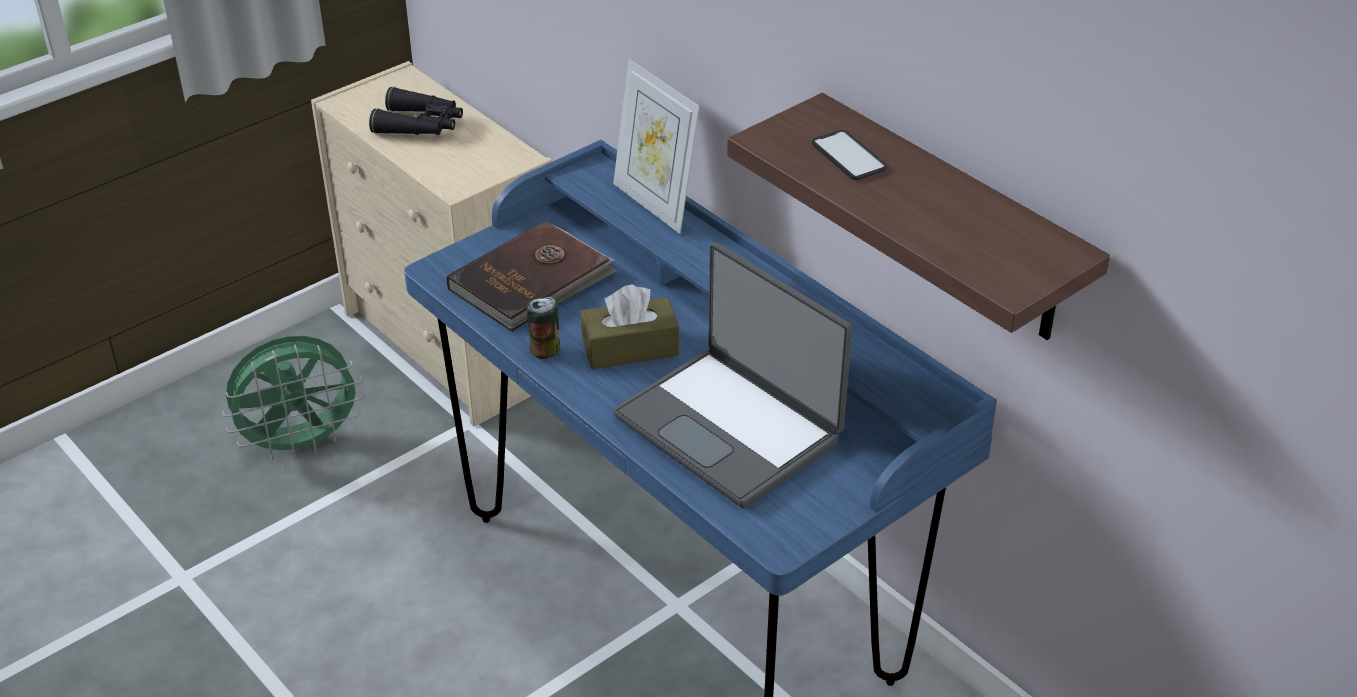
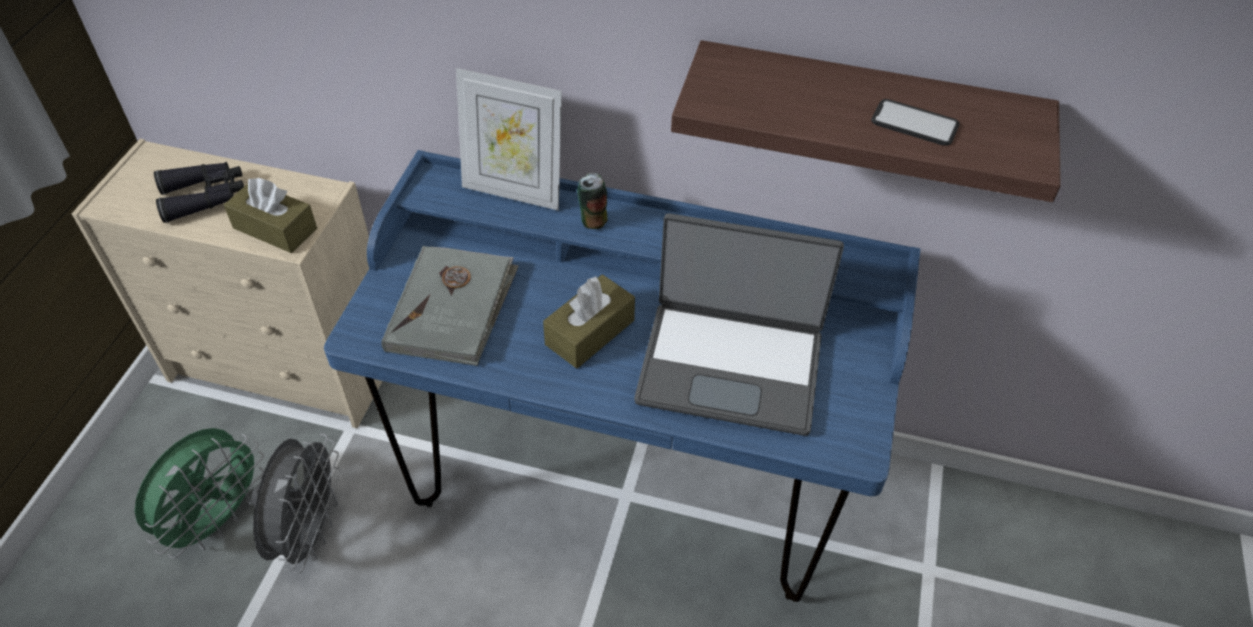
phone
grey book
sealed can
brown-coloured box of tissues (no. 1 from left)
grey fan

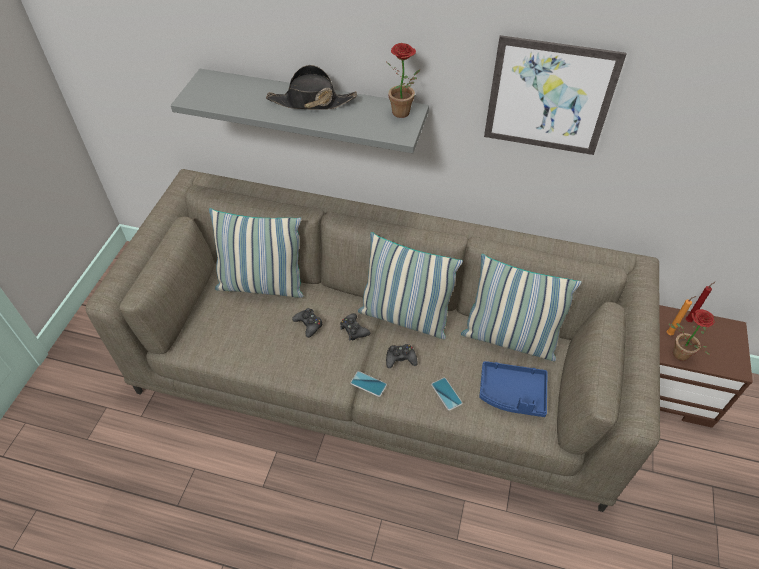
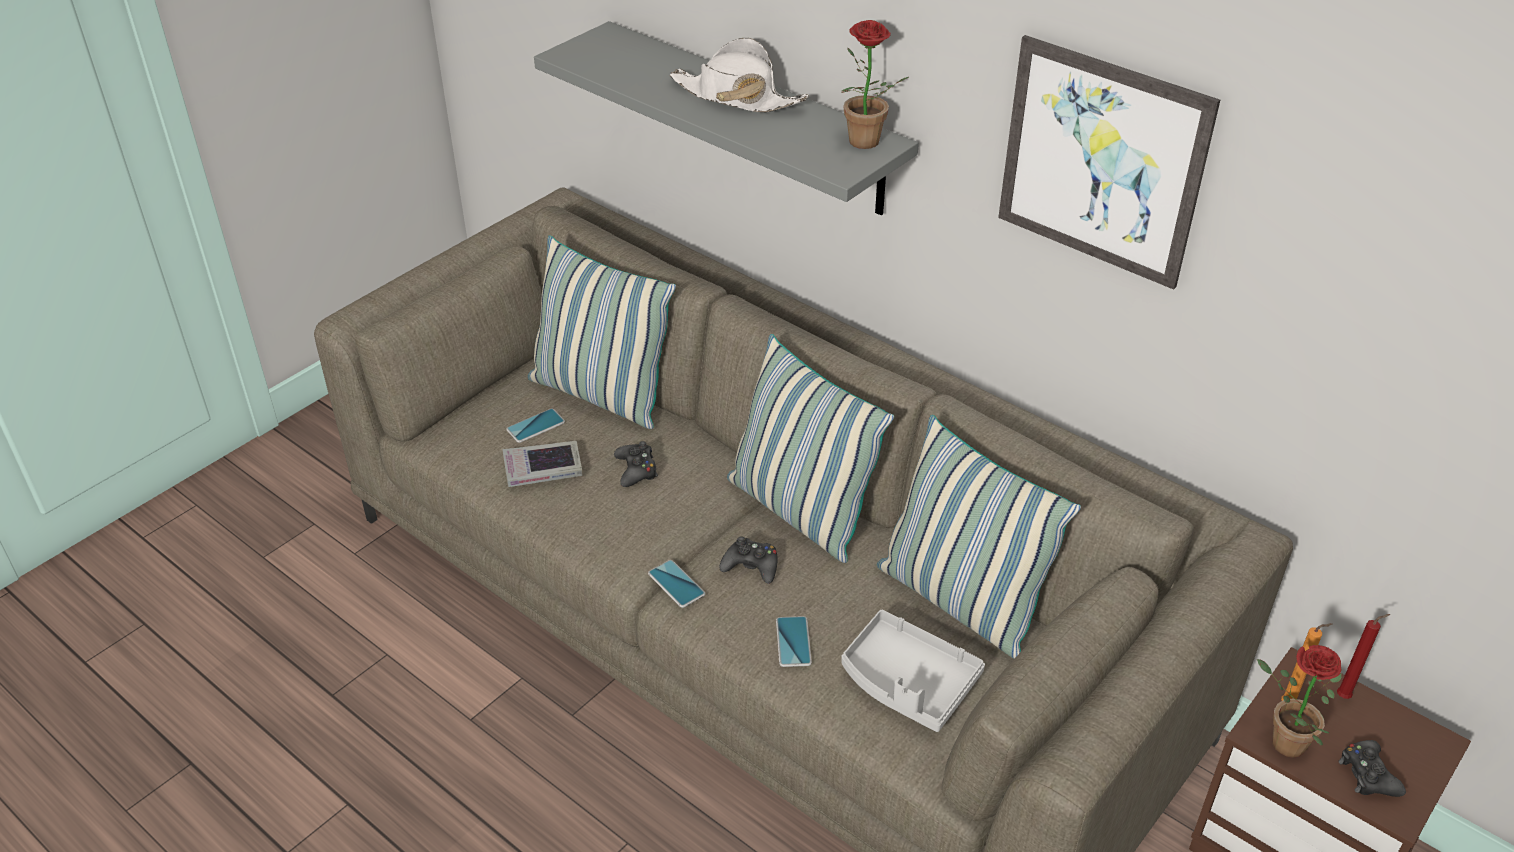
white clothing hat
black-coloured gamepad (no. 3 from left)
grey carrying tray
phone (no. 1 from left)
book

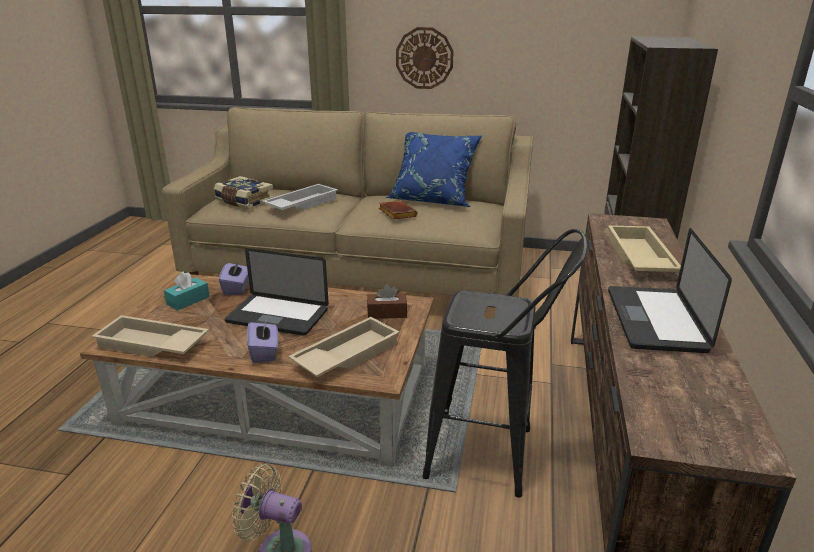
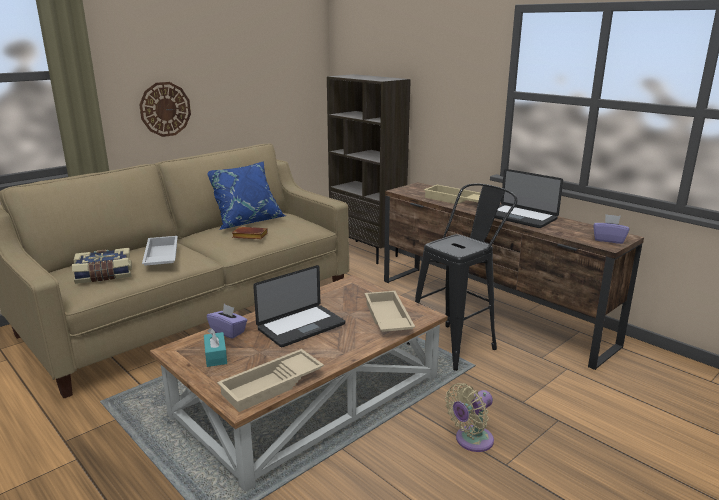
brown-coloured box of tissues
purplish box of tissues (no. 2 from left)

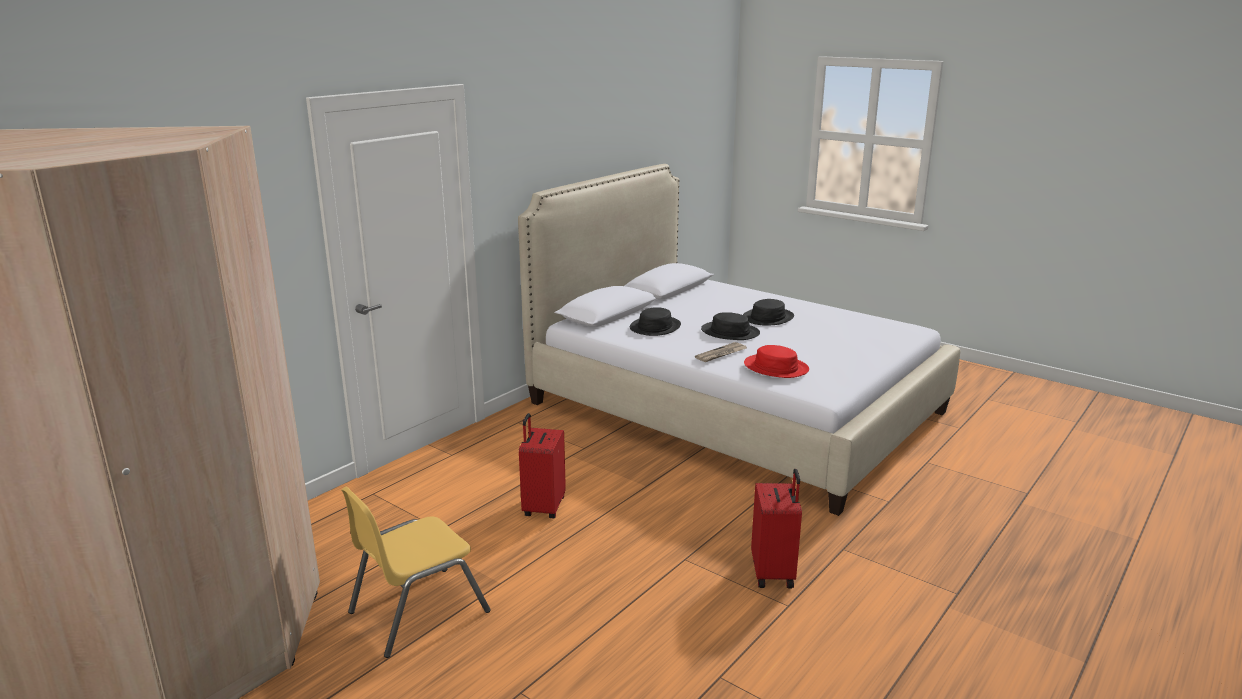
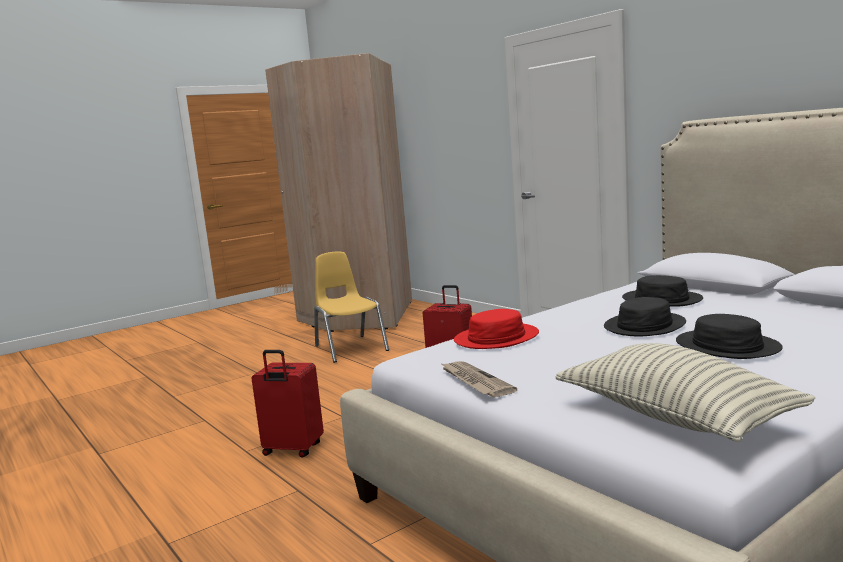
newspaper
pillow

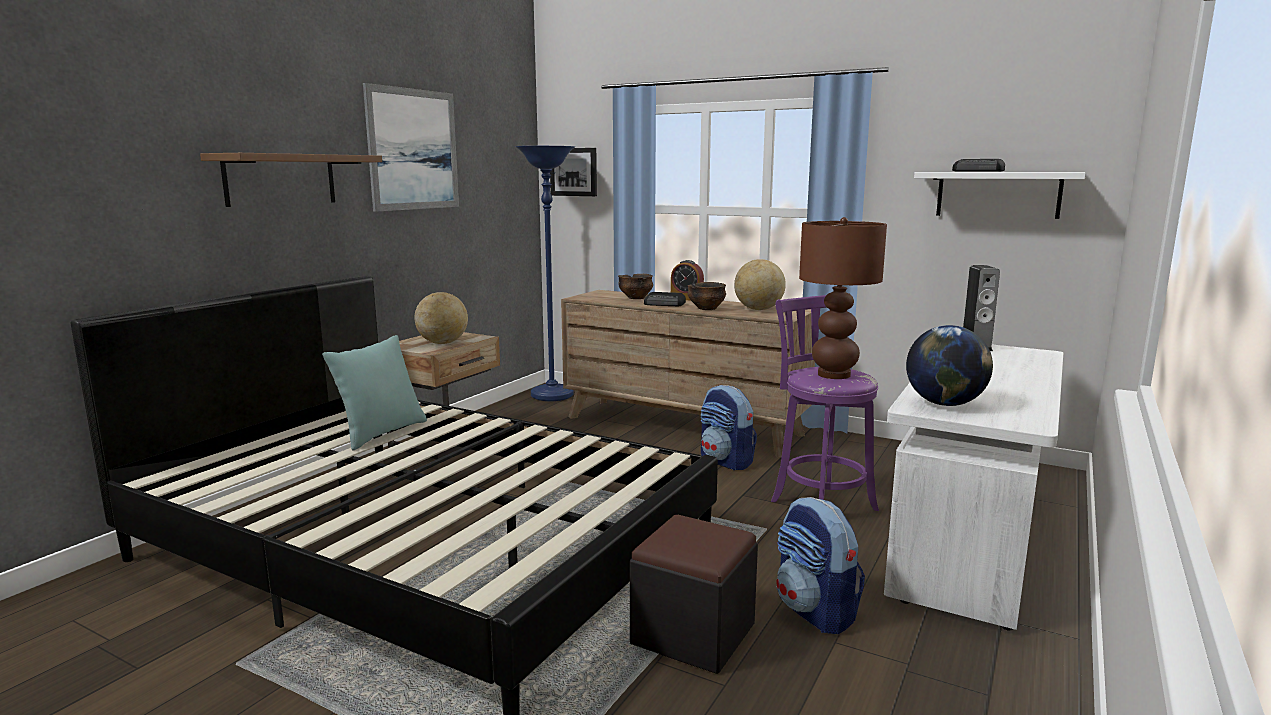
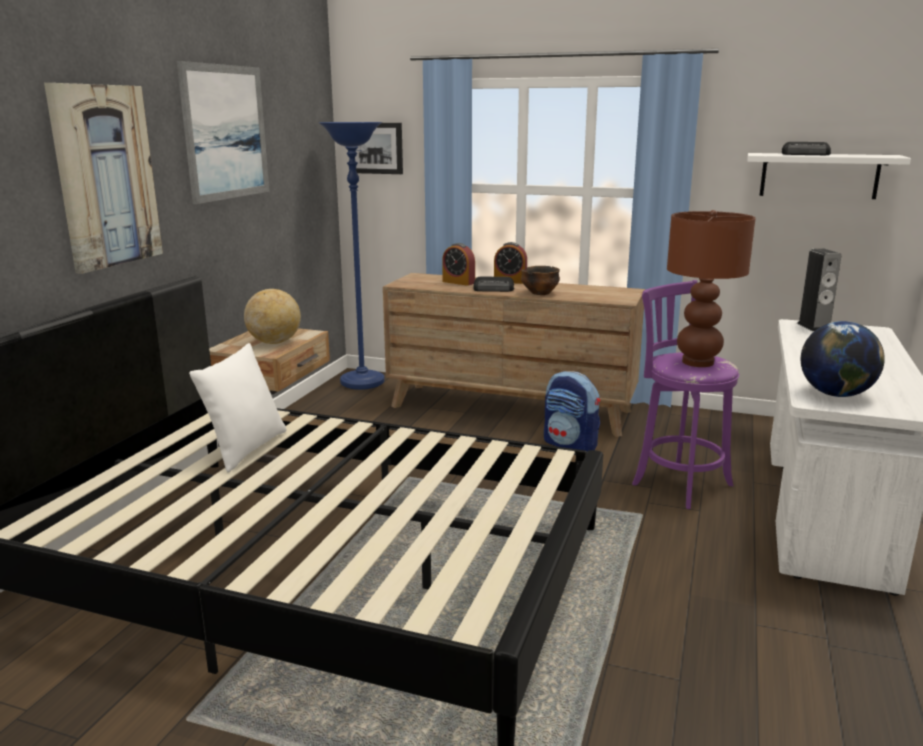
wall art (no. 1 from left)
globe (no. 2 from left in the first image)
bedside clock (no. 1 from left)
white pillow
rucksack (no. 2 from left in the first image)
black-coloured pouffe

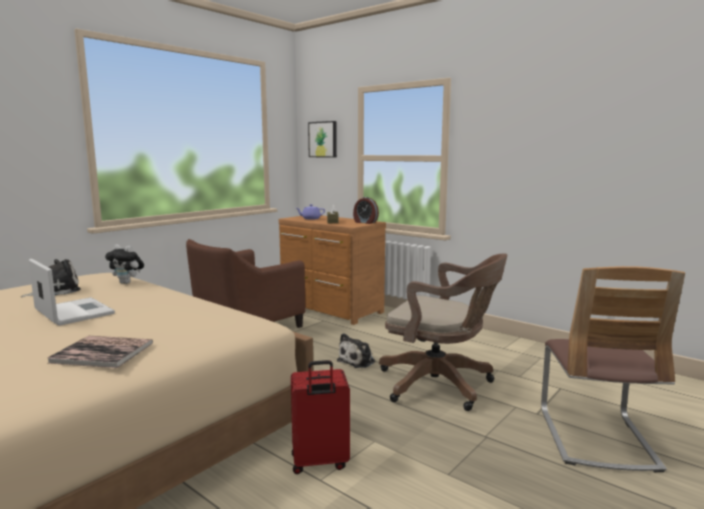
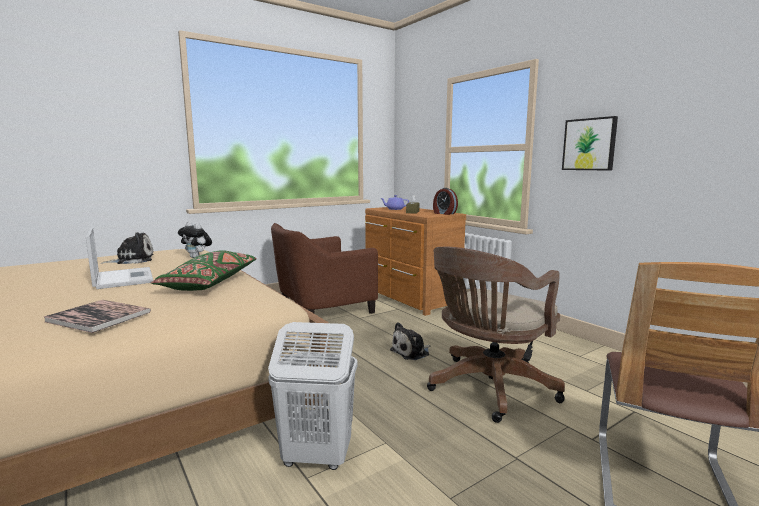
wall art
brown-coloured desk chair
white laundry basket
green-coloured pillow

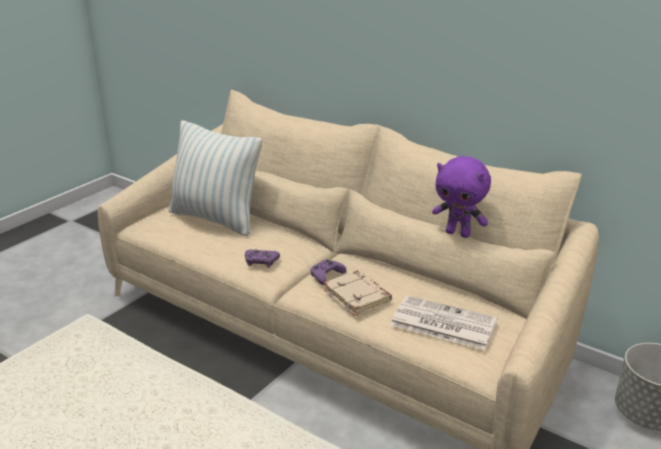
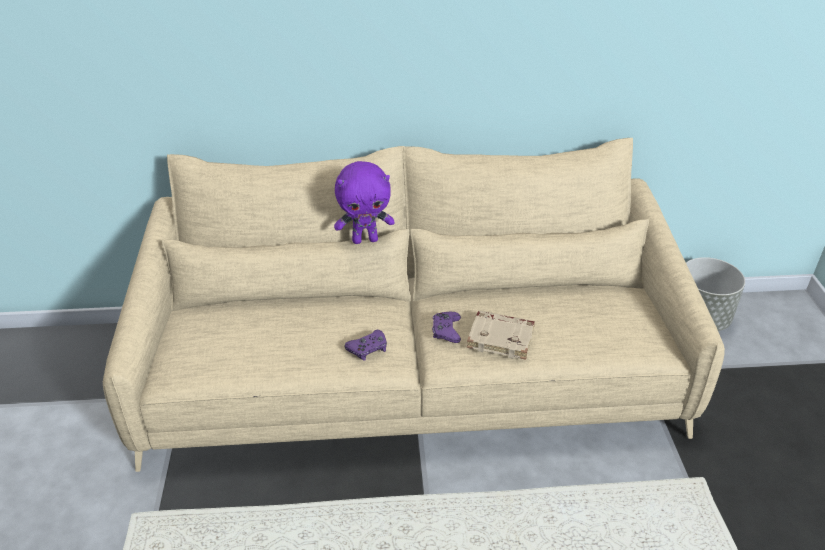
pillow
purplish cuddly toy
newspaper

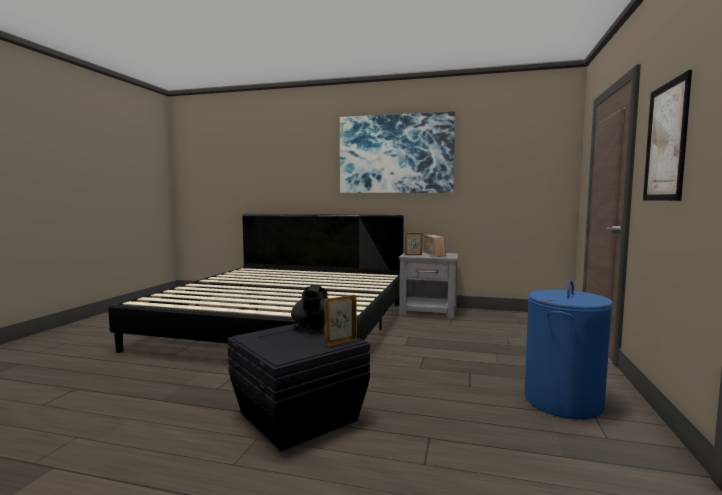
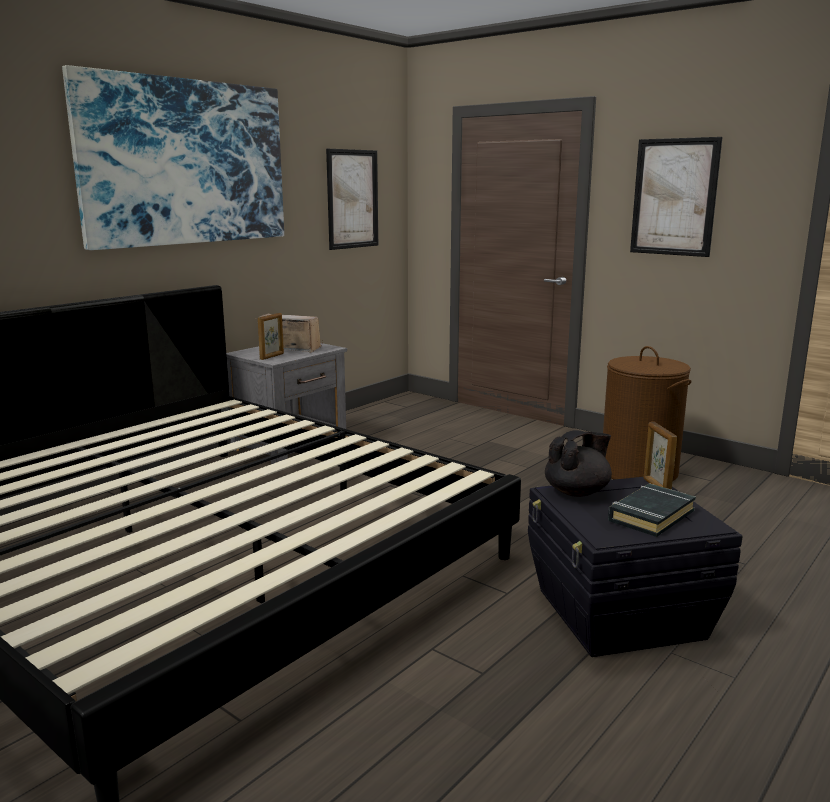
brown-coloured laundry basket
black-coloured tea pot
wall art (no. 2 from left)
black-coloured book

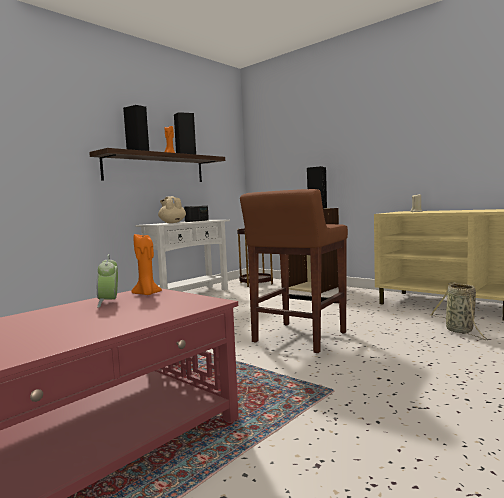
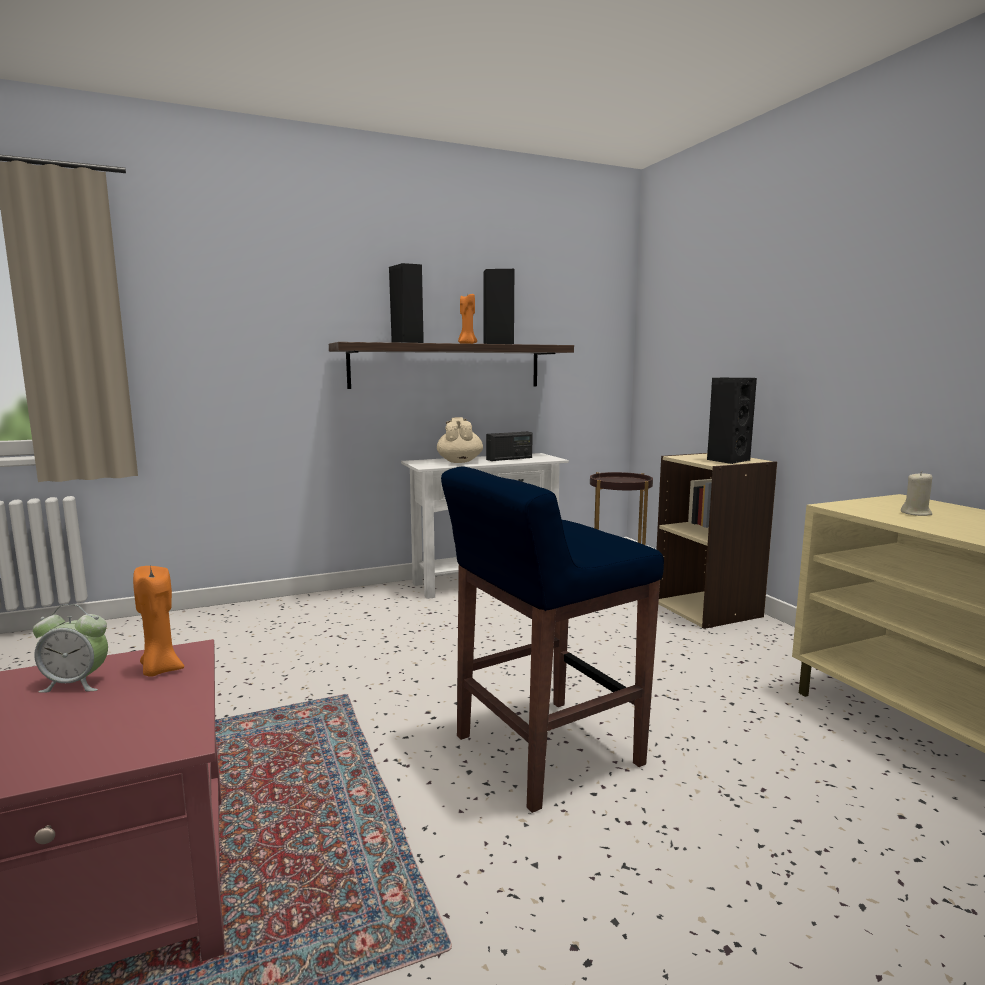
blue stool seat
bedside clock
household basket

